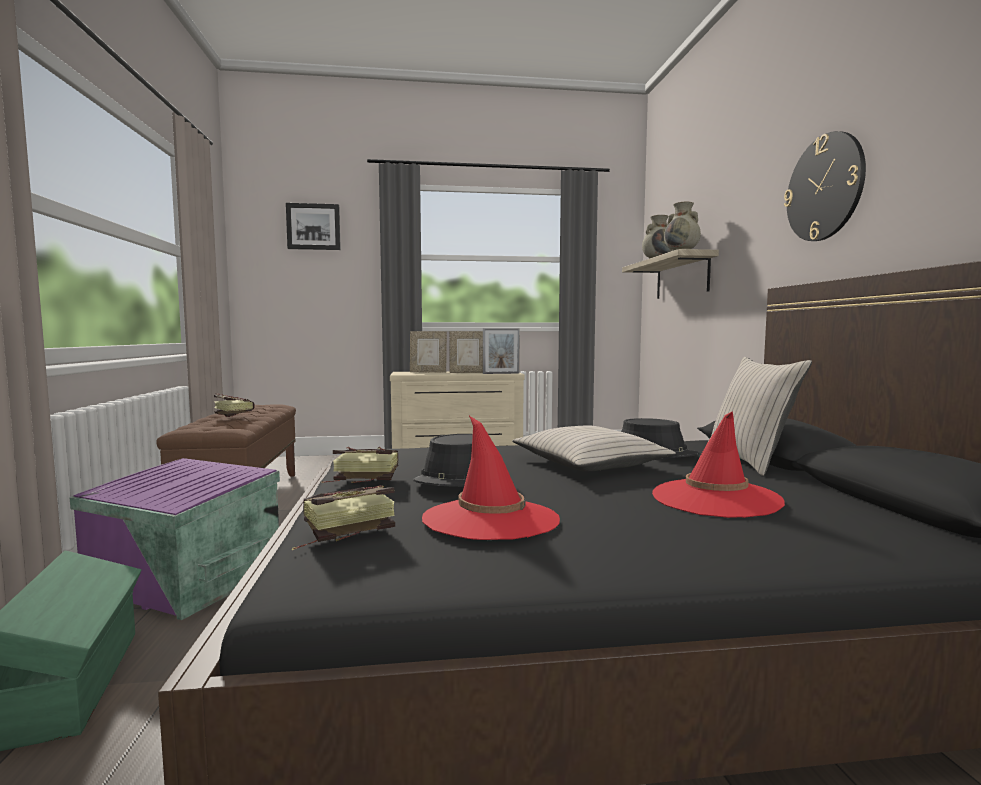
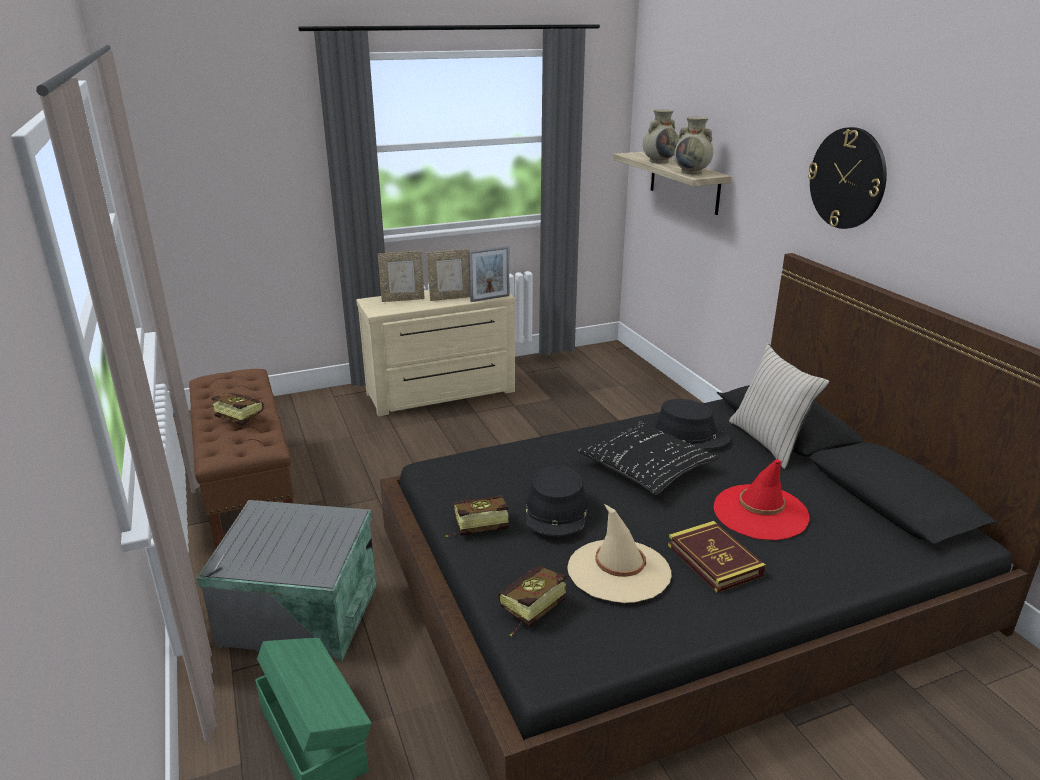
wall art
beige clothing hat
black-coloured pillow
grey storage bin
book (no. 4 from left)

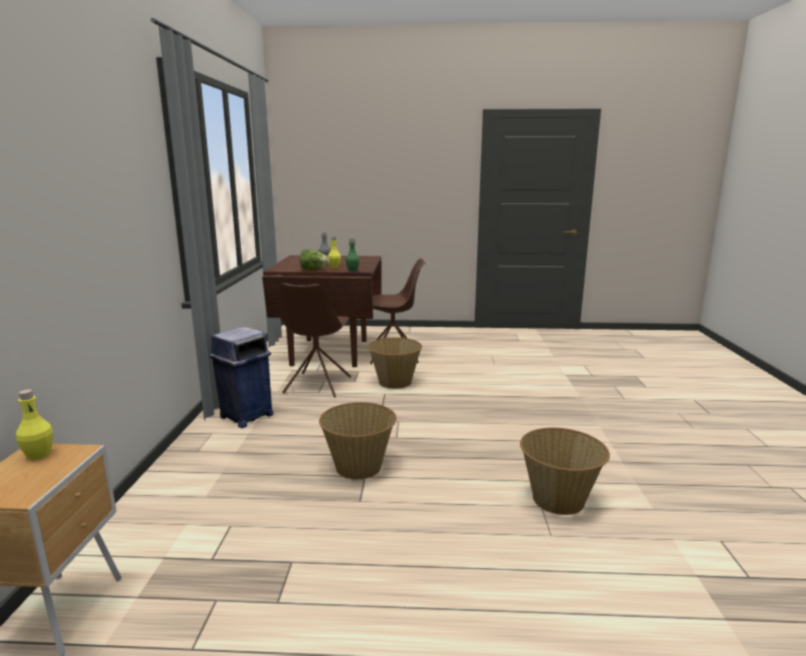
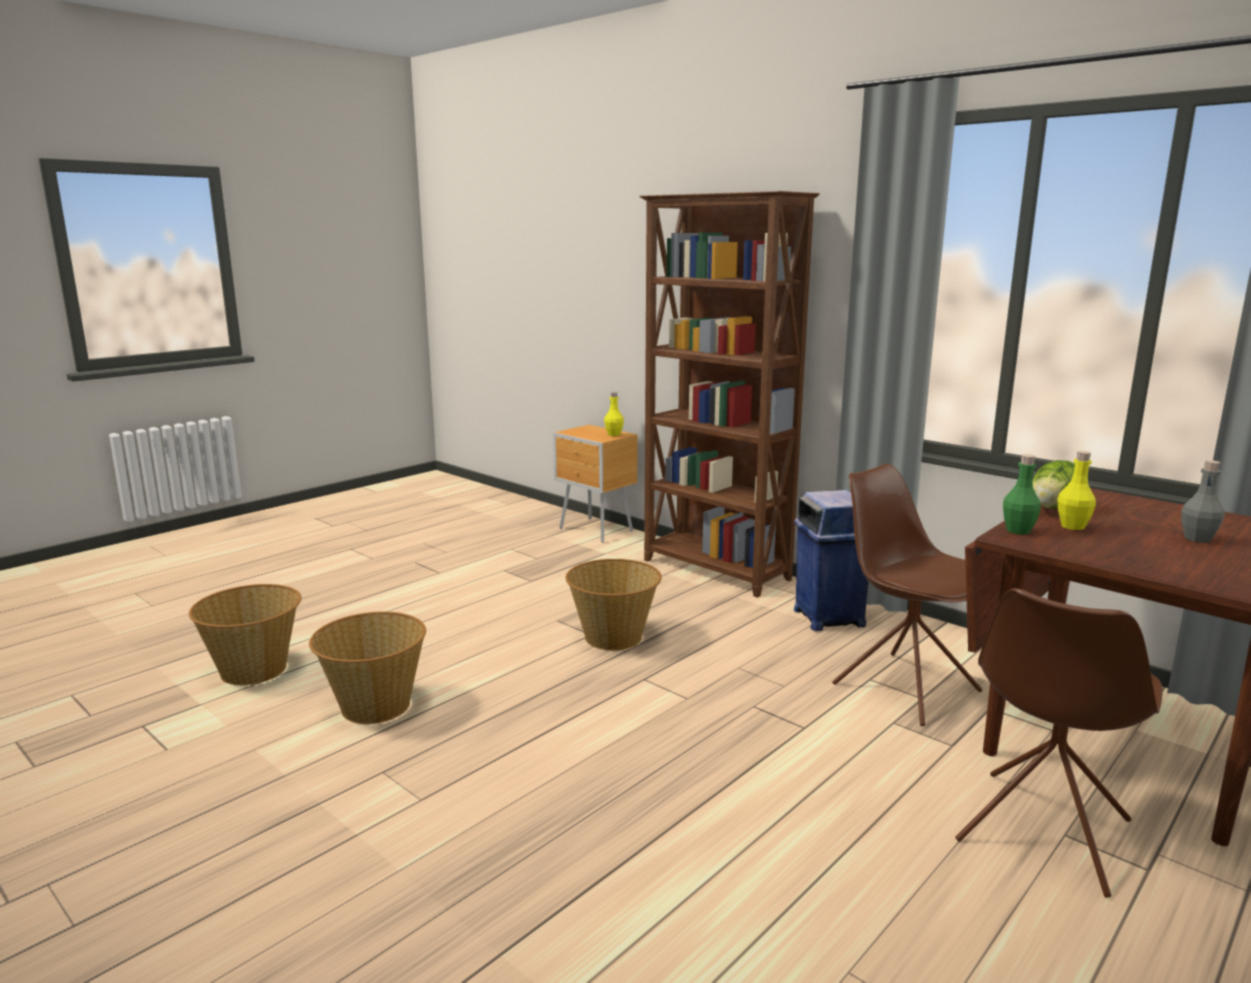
household basket (no. 1 from left)
brown-coloured bookshelf

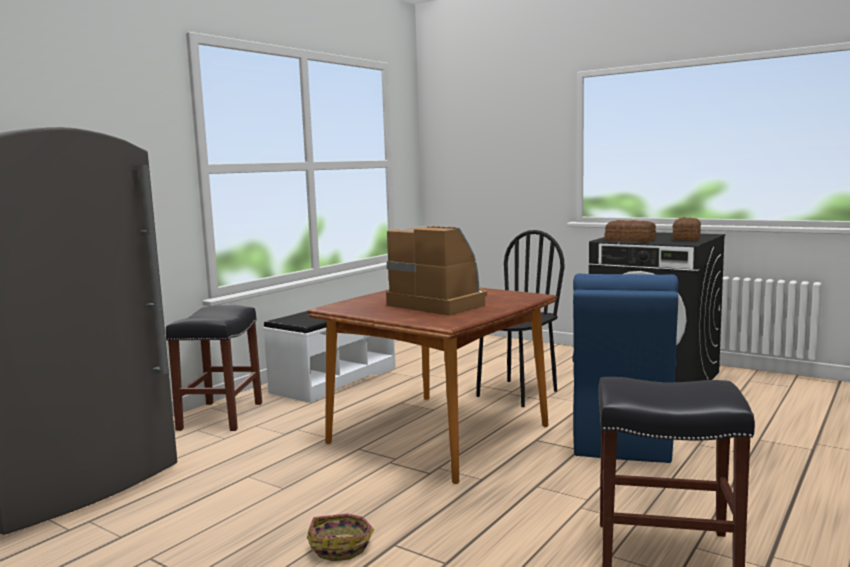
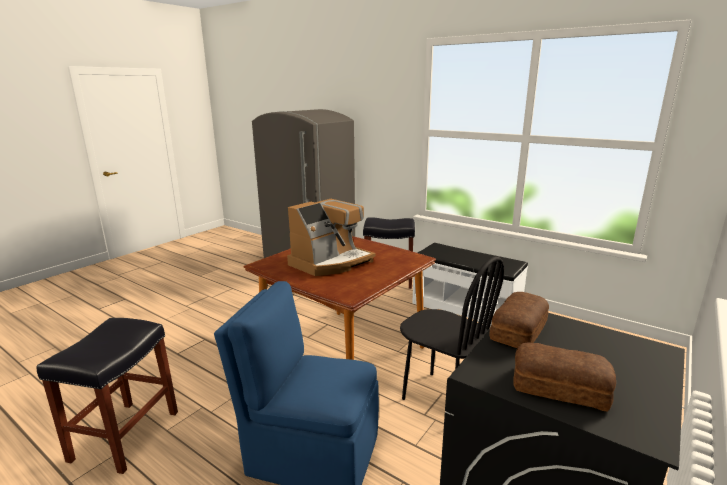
household basket

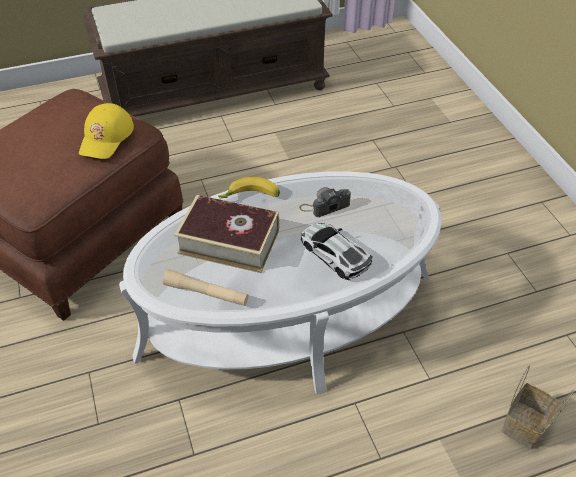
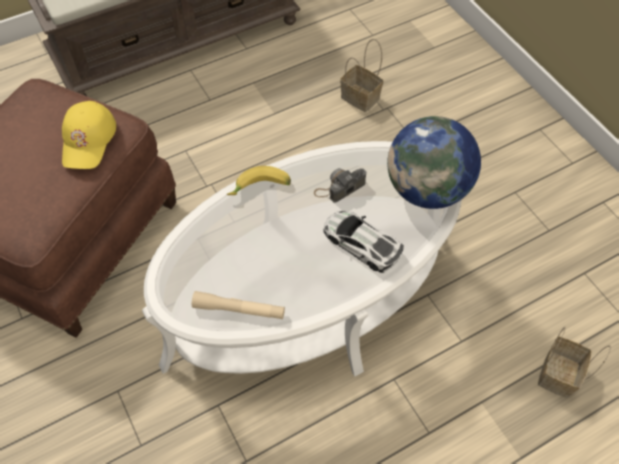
book
household basket (no. 1 from left)
globe

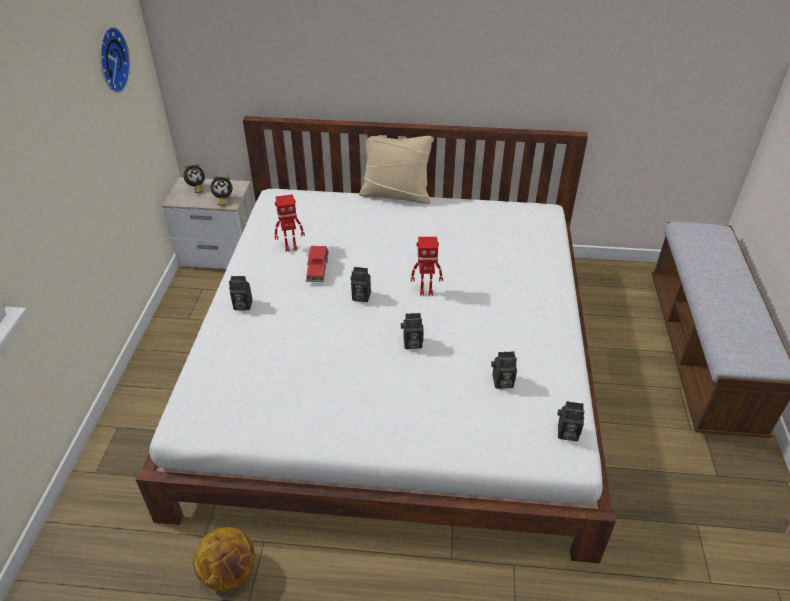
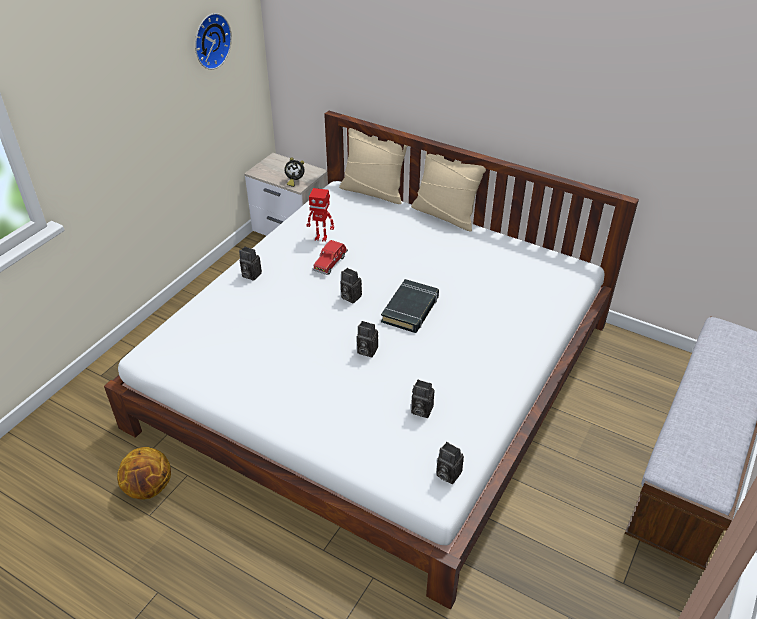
bedside clock (no. 1 from left in the first image)
black-coloured book
beige pillow (no. 1 from left)

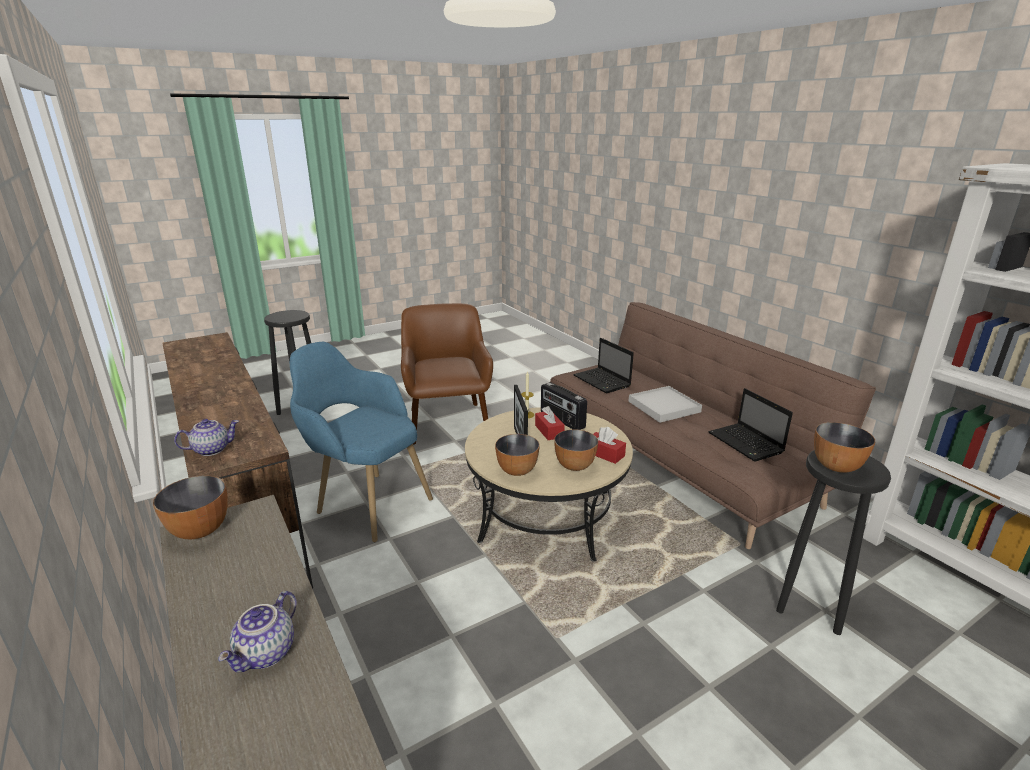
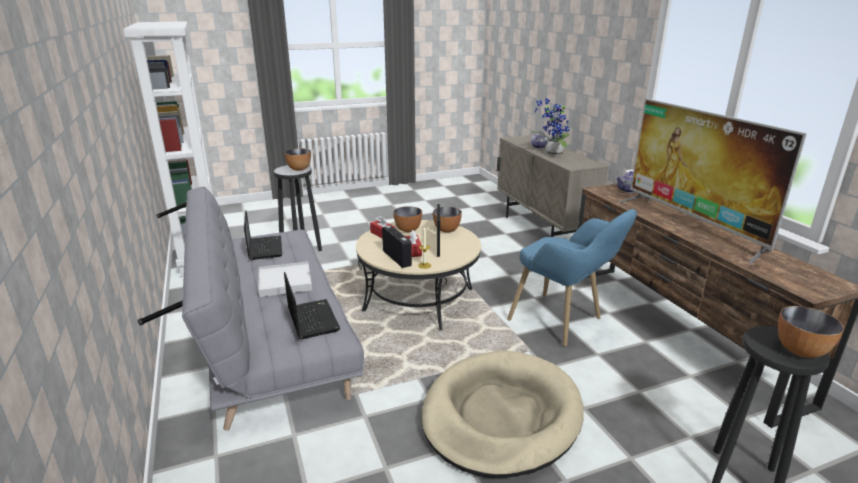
grey couch
beige dog bed
serving bowl (no. 4 from left)
houseplant
TV

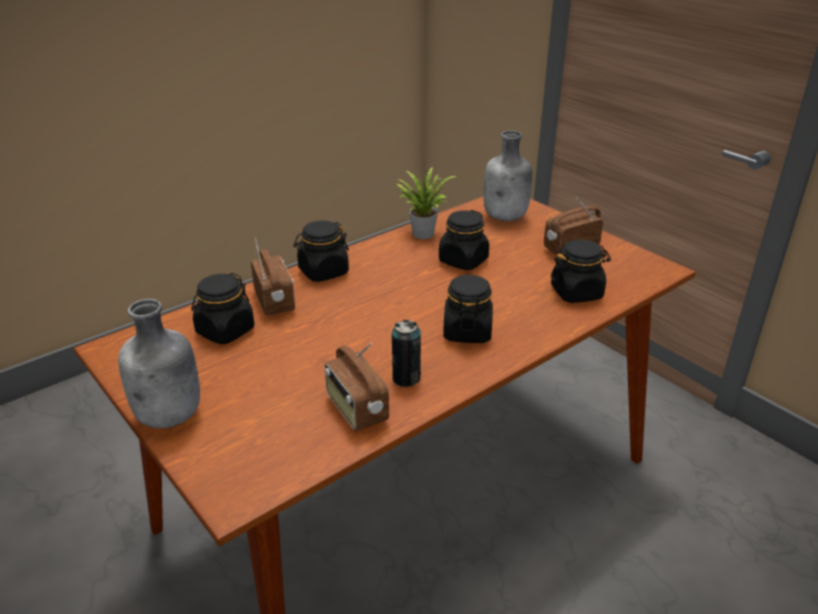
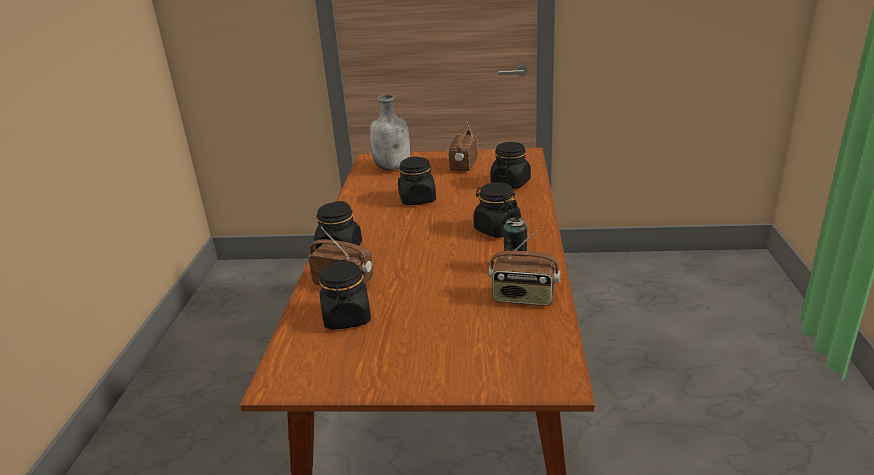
houseplant
grey bottle (no. 1 from left in the first image)

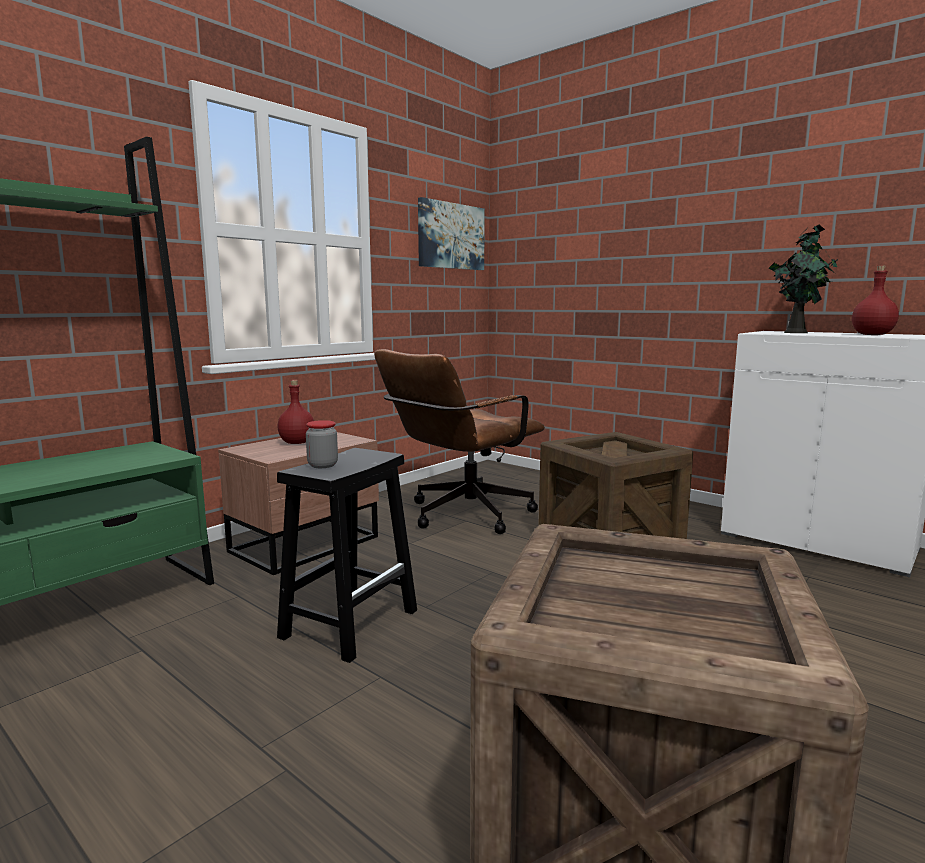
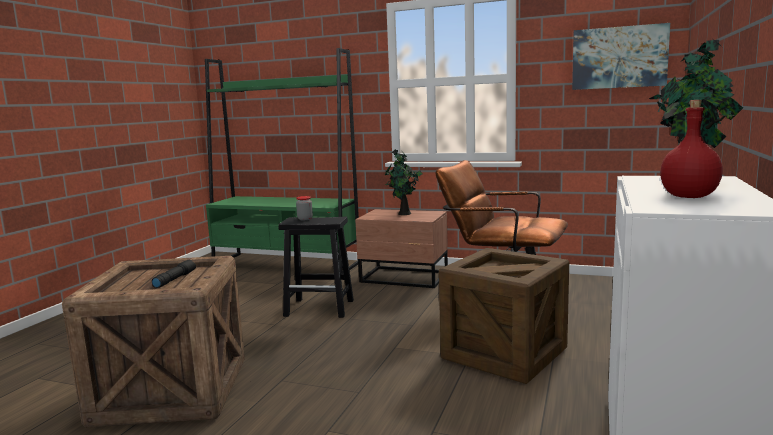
houseplant (no. 1 from left)
black-coloured torch

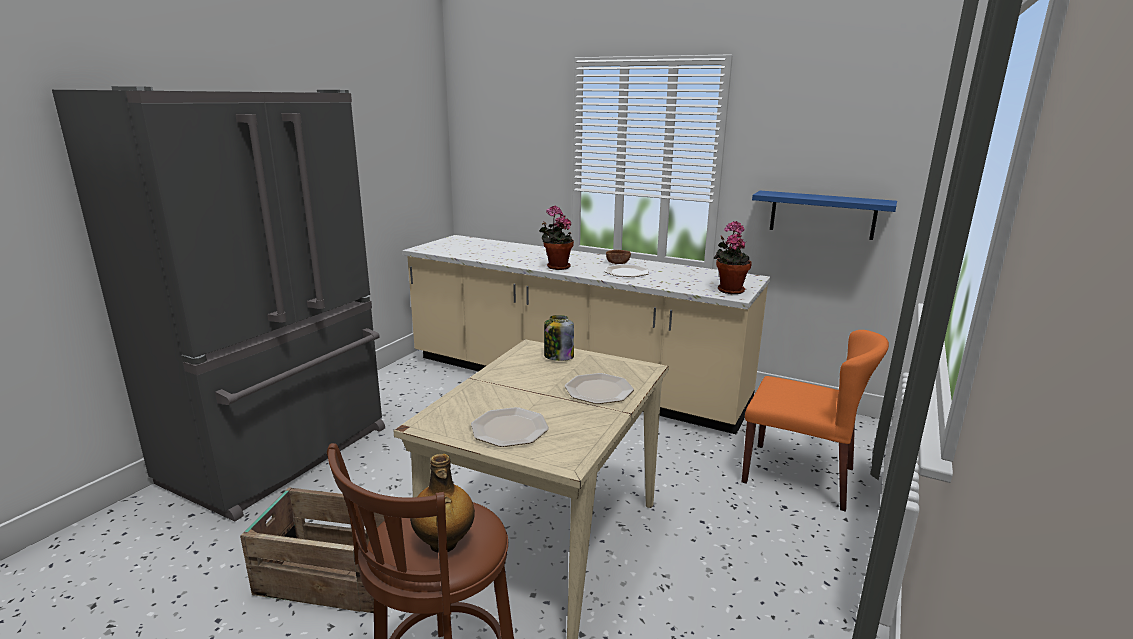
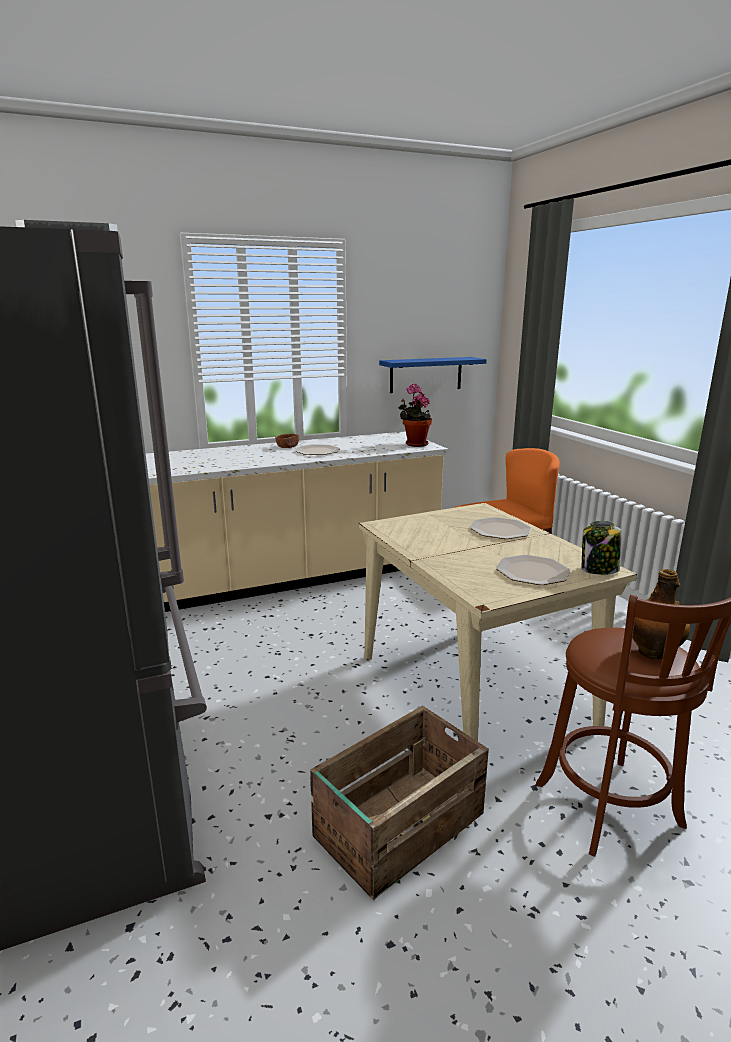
houseplant (no. 1 from left in the first image)
storage jar

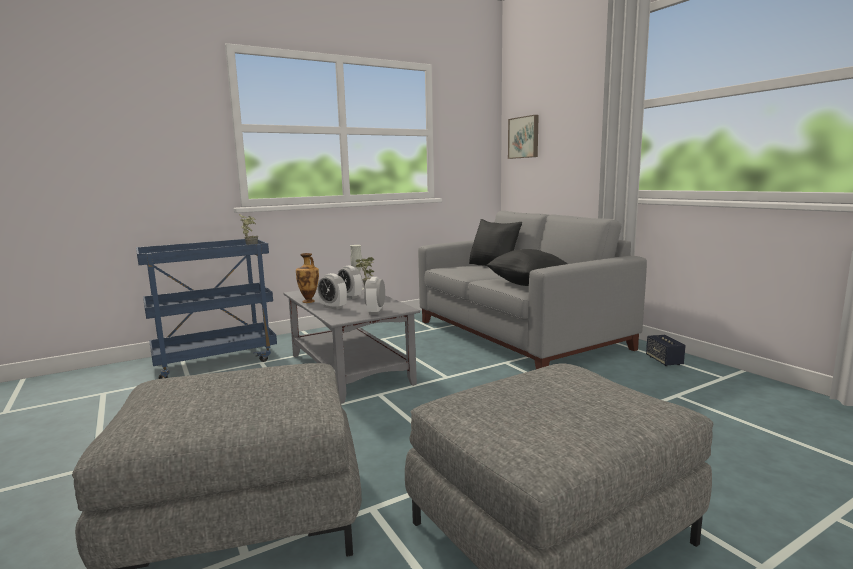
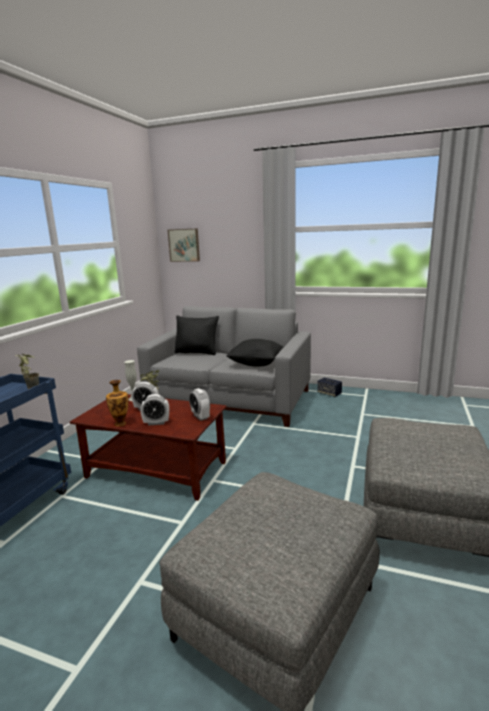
brown-coloured coffee table

